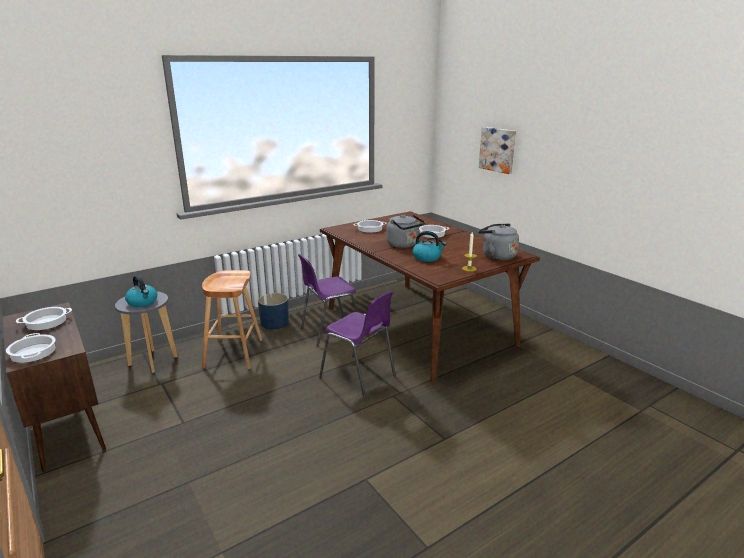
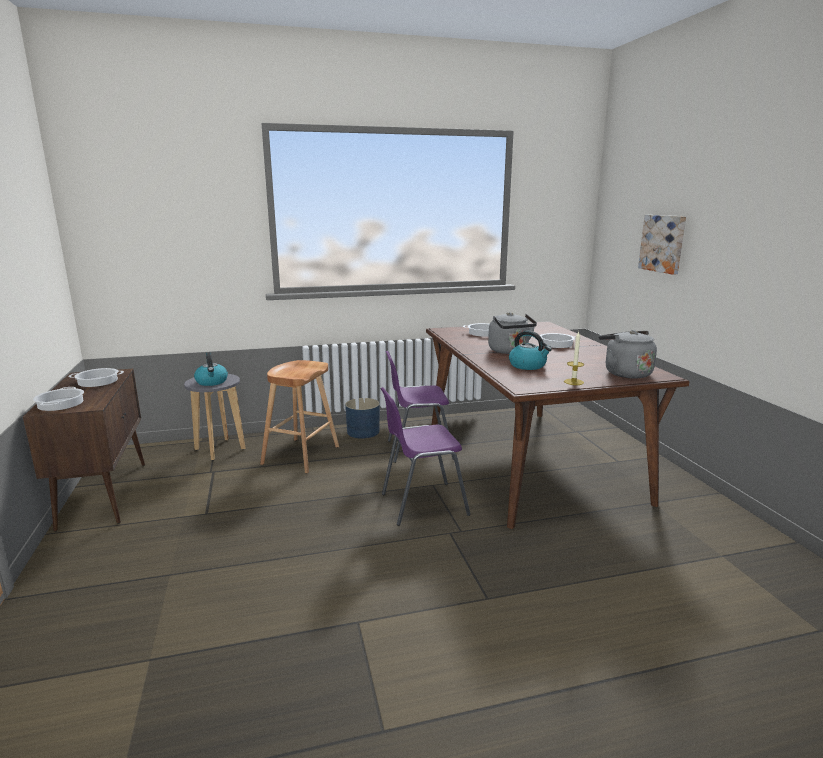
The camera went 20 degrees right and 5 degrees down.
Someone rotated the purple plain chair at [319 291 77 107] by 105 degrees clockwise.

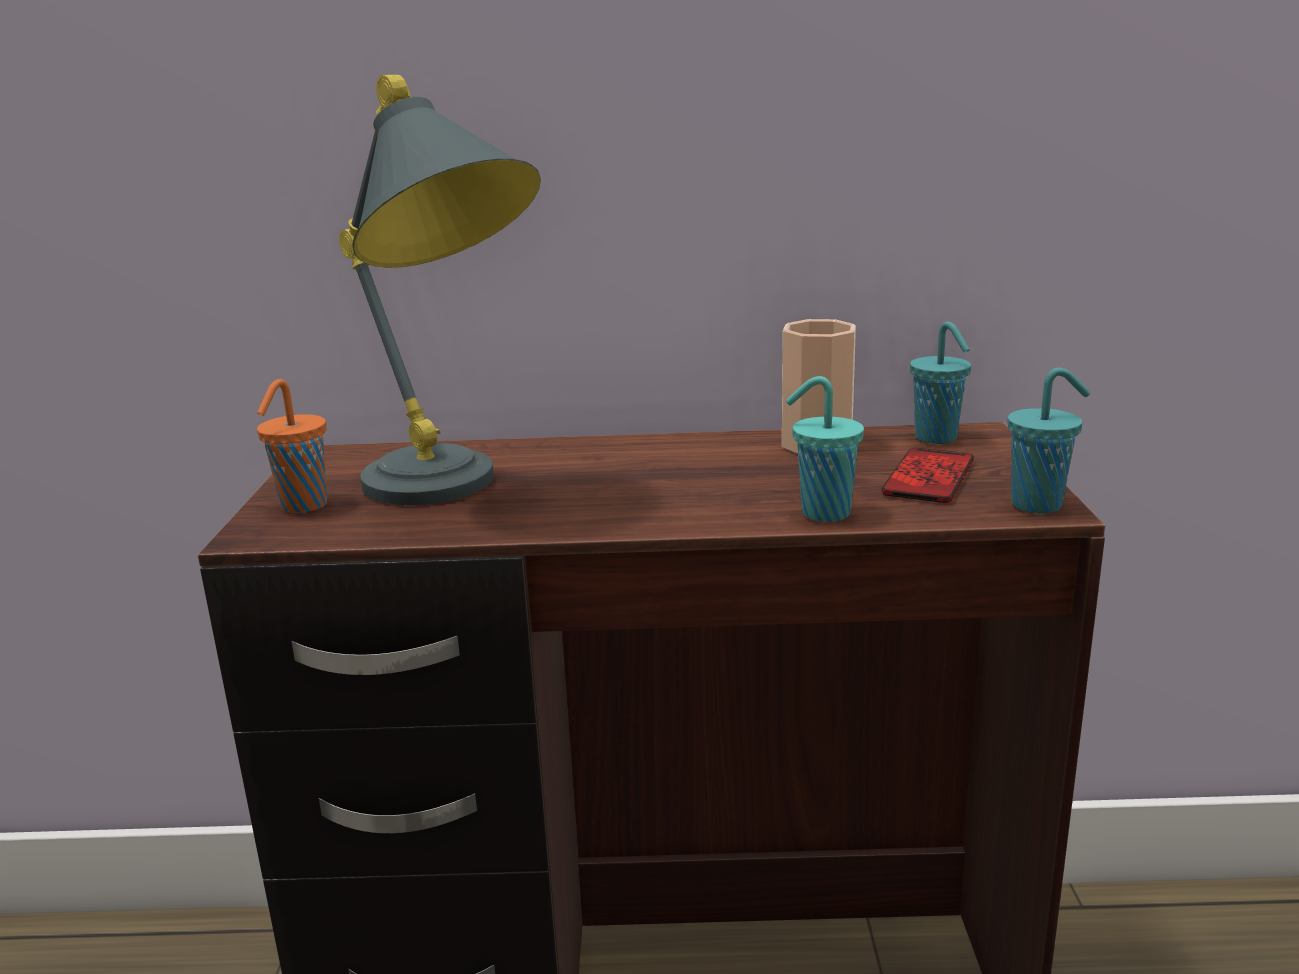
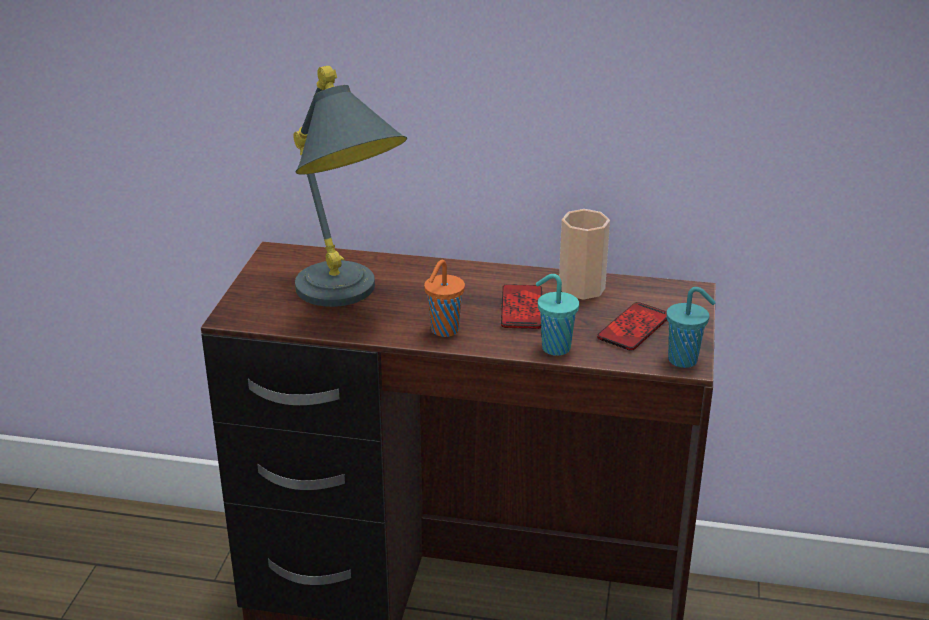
The camera went 10 degrees right and 10 degrees up.
Someone carried the orangey cup from [257 379 70 134] to [424 260 41 77].
Someone took away the turquoise-coloured cup at [910 322 61 122].
Someone put down the handset at [501 284 41 45].

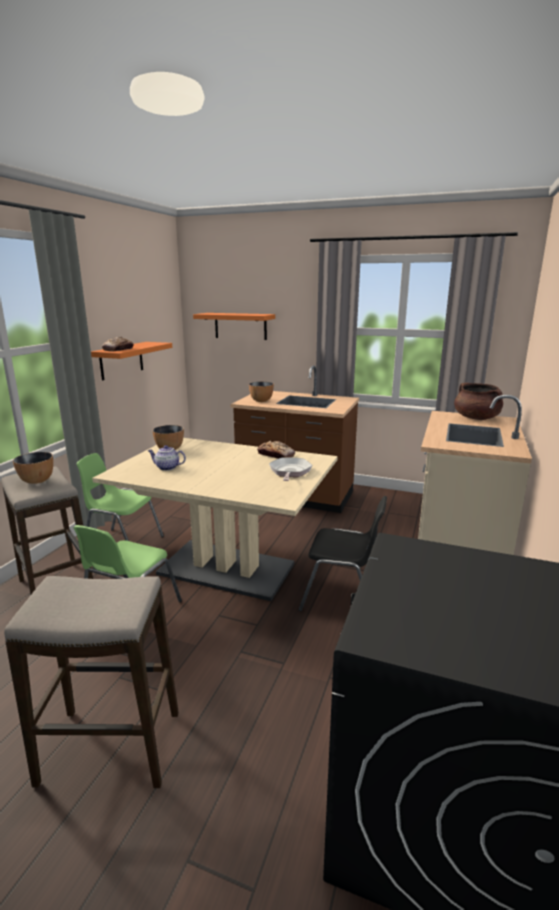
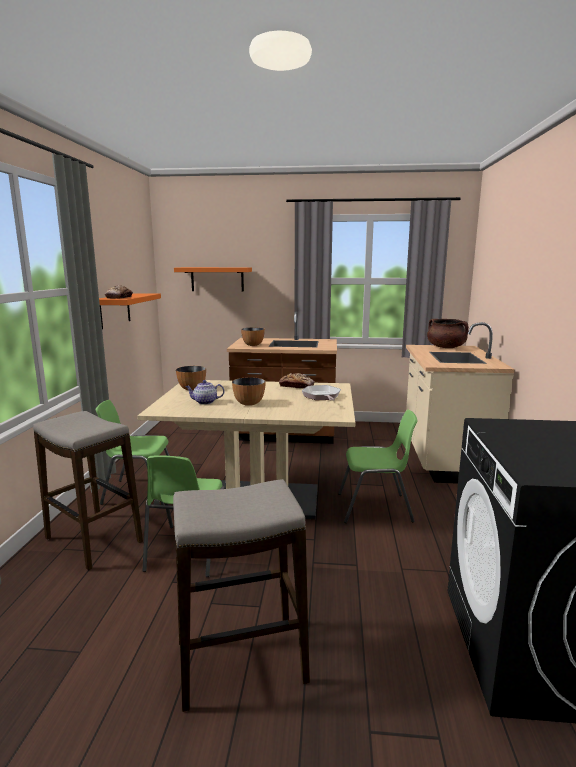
The camera went 15 degrees left and 5 degrees down.
Someone carried the serving bowl from [13 452 40 32] to [232 377 33 29].
Someone repainted the black-coloured plain chair at [299 496 88 115], which became the green plain chair at [338 410 80 113].

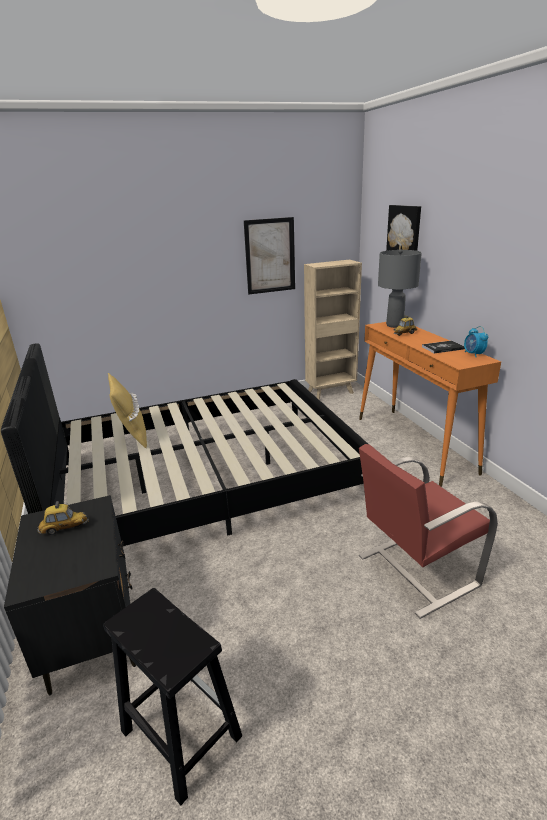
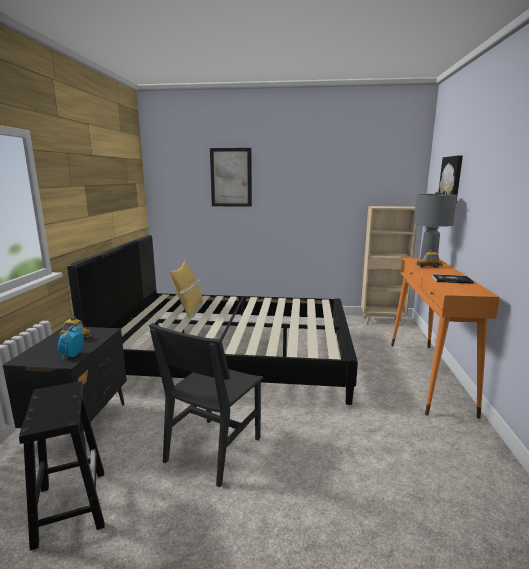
The camera went 25 degrees right and 10 degrees down.
Someone carried the picture from [244 217 51 77] to [210 148 42 59].
Someone took away the red-coloured plain chair at [359 444 139 175].
Someone carried the bedside clock from [464 326 24 31] to [57 325 27 35].
Someone put down the black-coloured plain chair at [149 323 114 164].

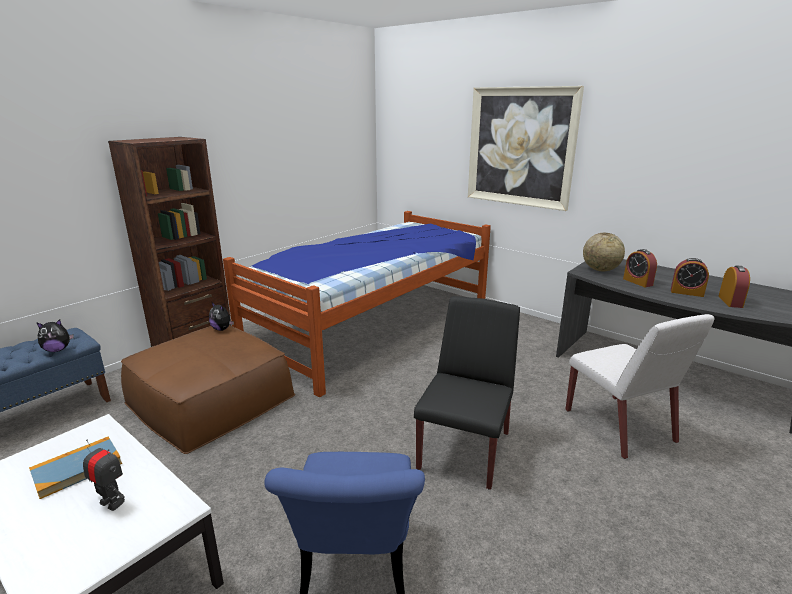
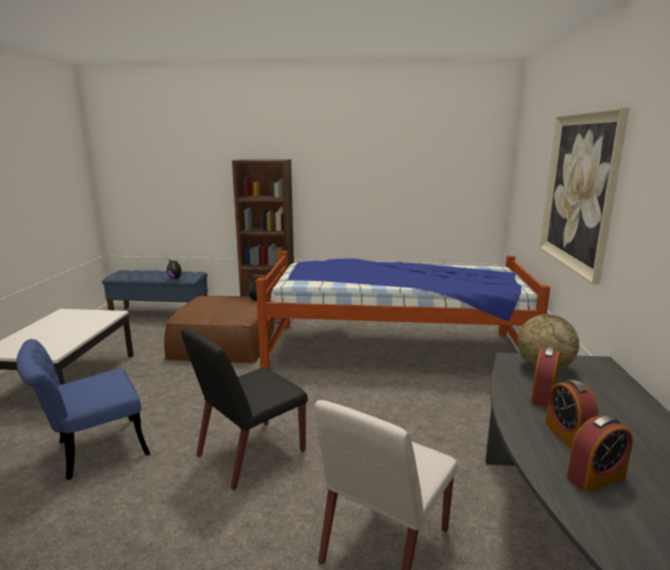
The camera went 55 degrees right and 5 degrees down.
Someone took away the book at [29 437 93 62].
Someone took away the toy robot at [83 440 42 71].
Someone rotated the black-coloured plain chair at [414 296 106 194] by 150 degrees clockwise.

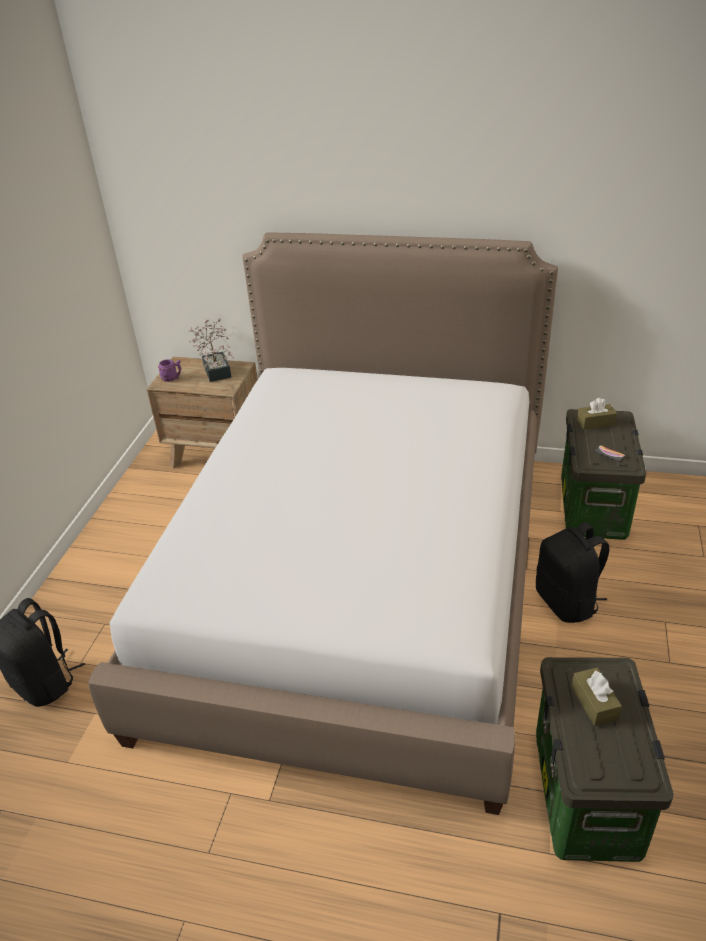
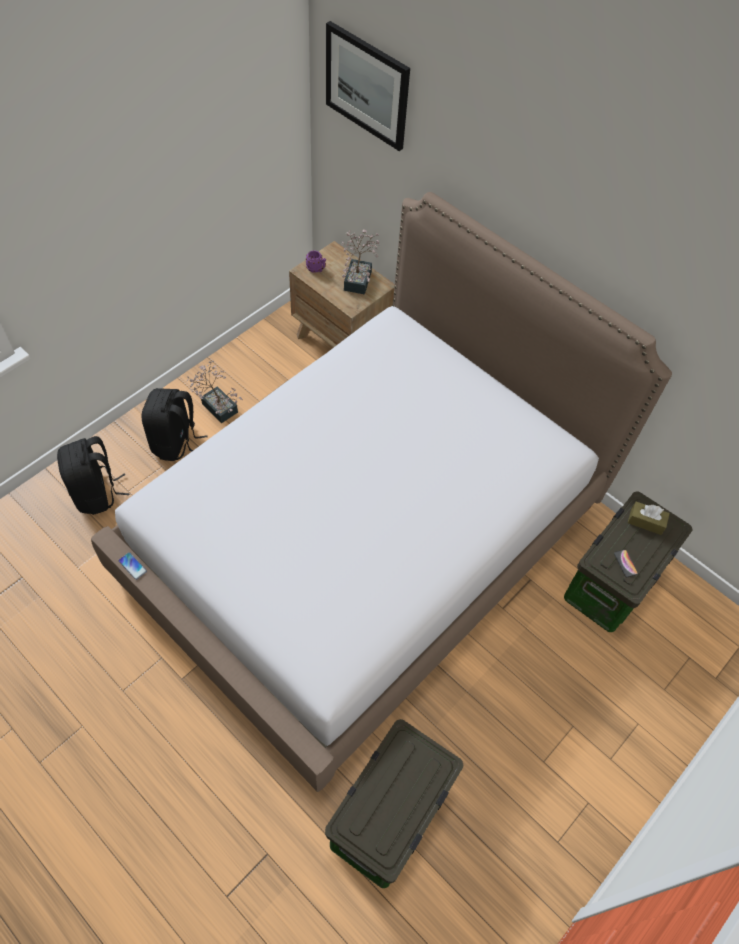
The camera went 25 degrees right and 20 degrees up.
Someone carried the black-coloured rucksack from [536 522 73 101] to [142 388 65 73].
Someone took away the brownish box of tissues at [571 667 51 59].
Someone put down the handset at [118 552 29 28].
Someone put down the houseplant at [187 361 56 63].
Someone put up the picture at [326 21 84 130].

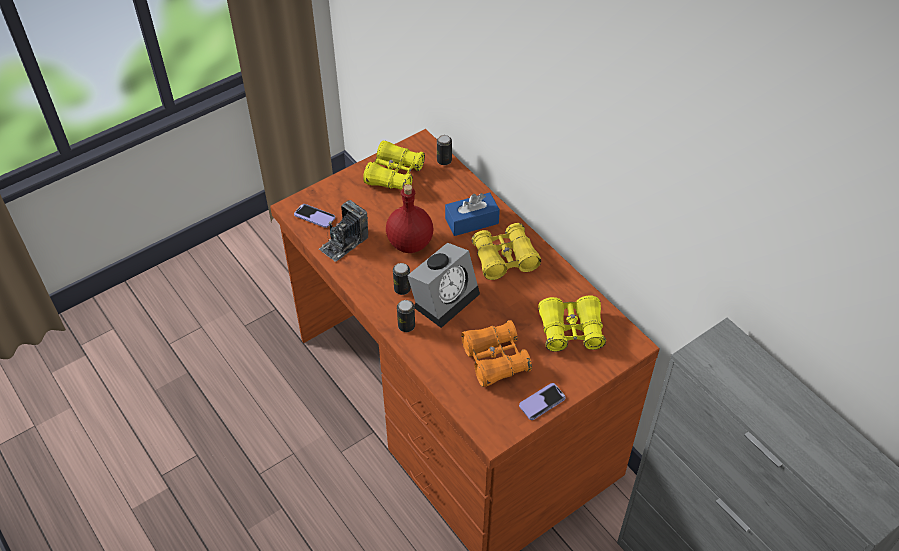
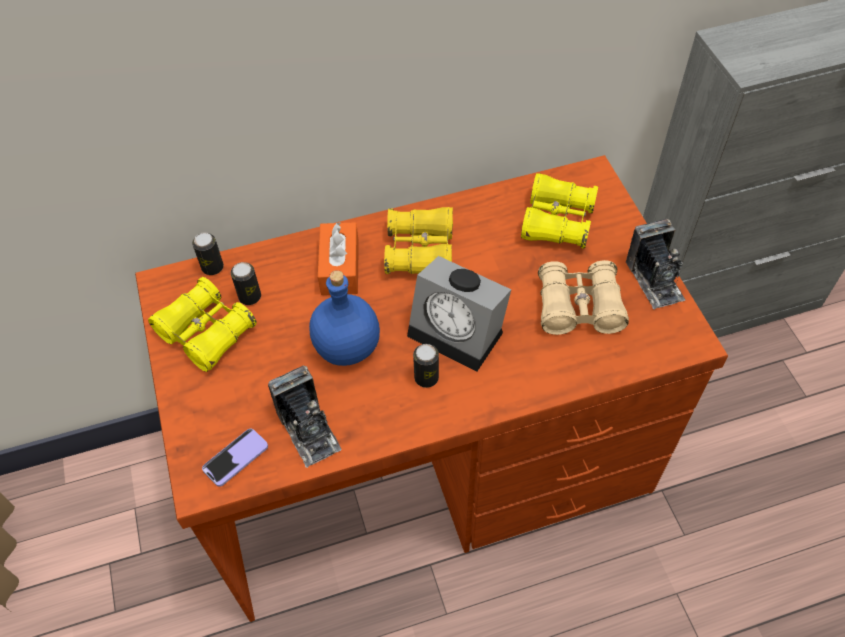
The camera went 70 degrees left and 5 degrees up.
Someone repainted the red-coloured drink bottle at [386 184 47 69], which became the blue drink bottle at [309 270 71 96].
Someone carried the can from [397 300 18 32] to [231 262 30 43].
Someone rotated the bedside clock at [407 243 73 85] by 150 degrees clockwise.
Someone repainted the blue box of tissues at [445 192 55 44], which became the orangey box of tissues at [318 222 41 73].
Someone repainted the orangey pair of binoculars at [461 320 71 67], which became the beige pair of binoculars at [538 260 91 75].
Someone swapped the handset at [519 383 47 37] for the still camera at [626 219 59 90].

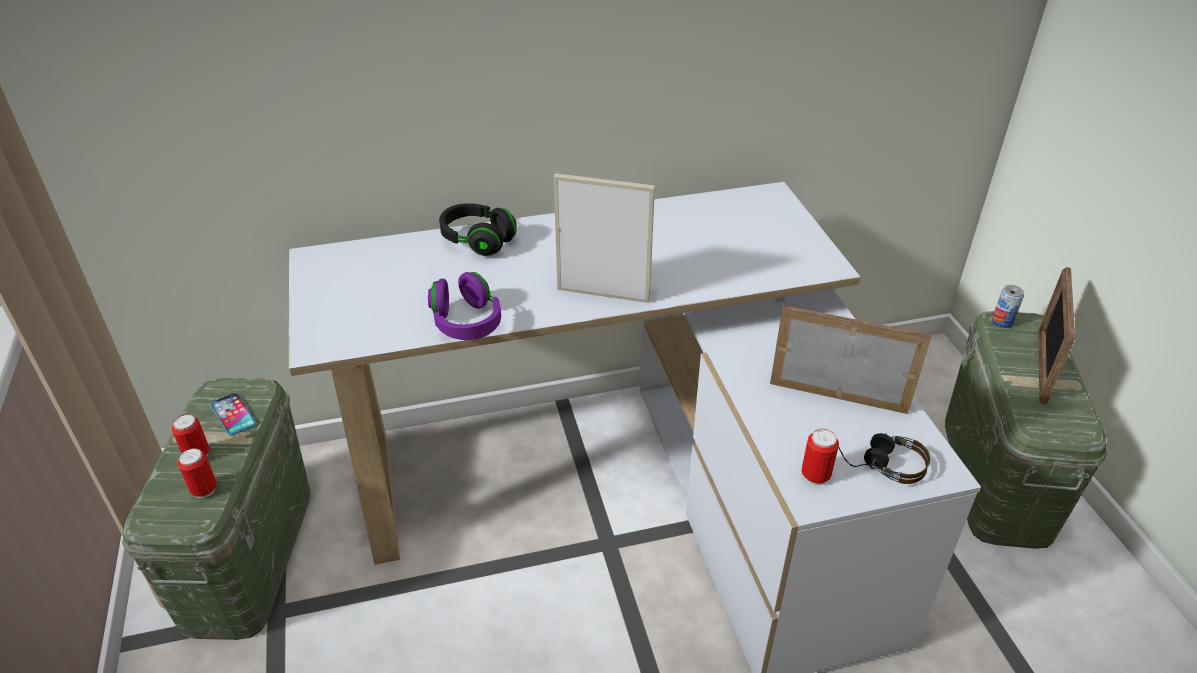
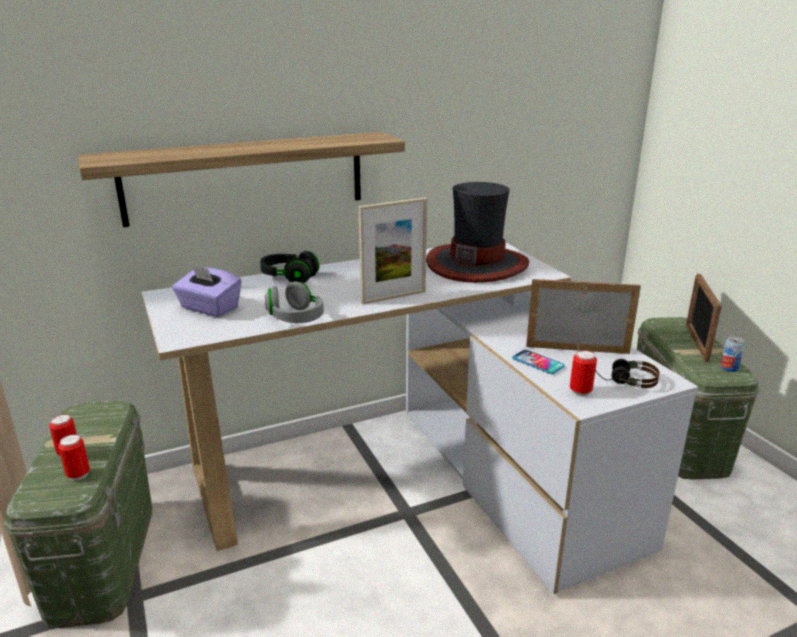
The camera went 10 degrees left and 15 degrees down.
Someone carried the handset from [211 393 45 43] to [512 350 53 24].
Someone repainted the purple pair of headphones at [428 272 73 68], which became the grey pair of headphones at [265 281 59 42].
Someone rotated the standing frame at [554 173 101 130] by 150 degrees clockwise.
Someone carried the can from [992 285 32 43] to [720 336 25 36].
Someone put up the shelf at [78 132 327 95].
Someone put down the purple box of tissues at [172 264 69 53].
Someone put down the wearable hat at [426 182 103 101].

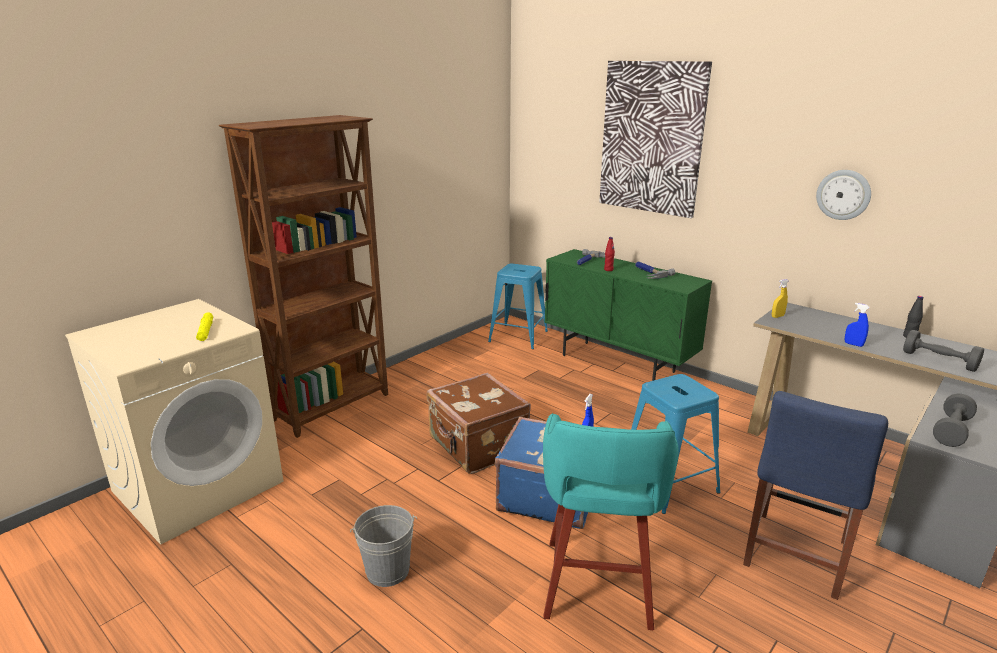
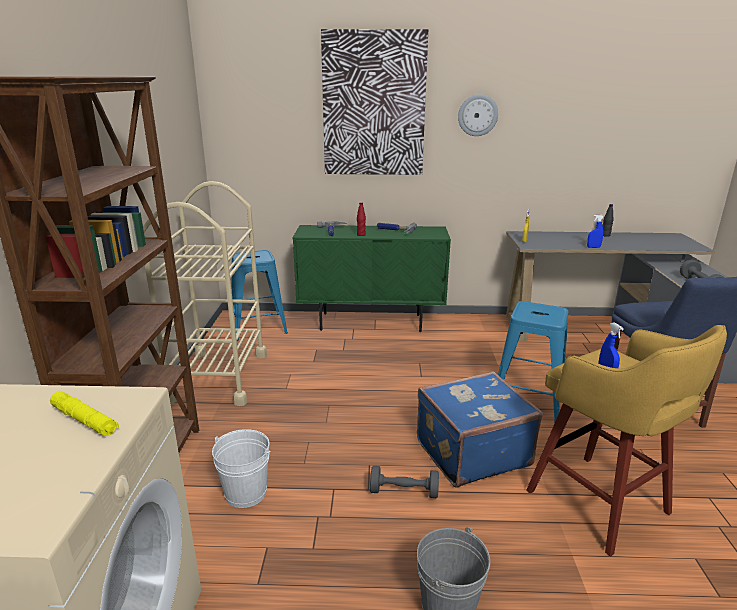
The camera went 40 degrees left and 0 degrees up.
Someone took away the brownish travel case at [427 373 104 101].
Someone repainted the turquoise-coloured stool seat at [543 413 135 217], which became the yellow stool seat at [526 325 201 232].
Someone carried the wall clock from [816 170 55 50] to [458 94 40 42].
Someone carried the grey dumbbell from [903 330 81 42] to [370 466 69 32].
Someone put down the beige wheeled cart at [143 181 124 225].
Someone put down the white pail at [212 429 59 79].

